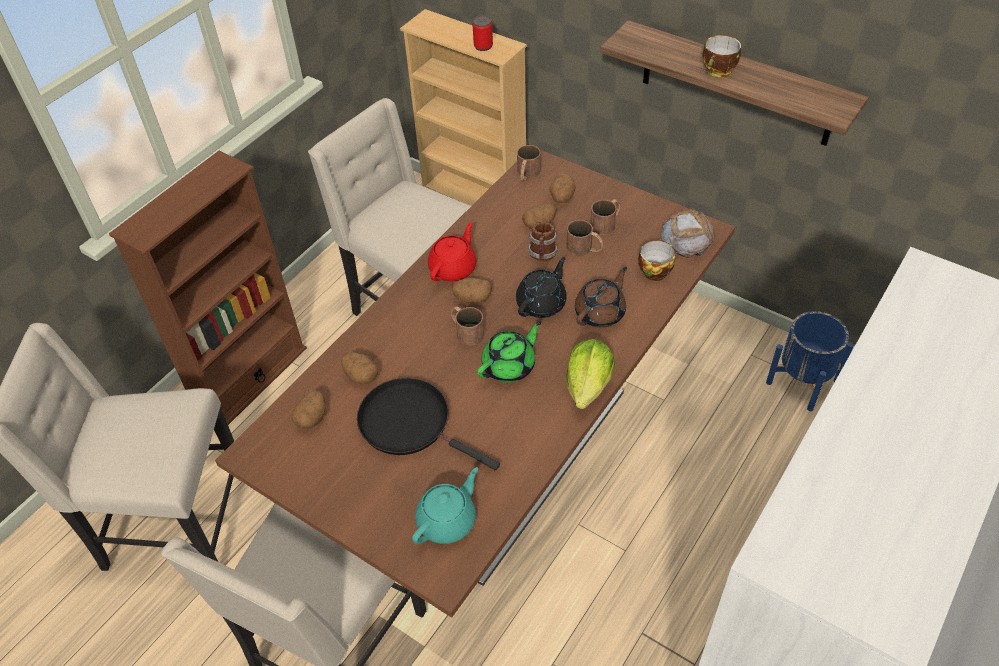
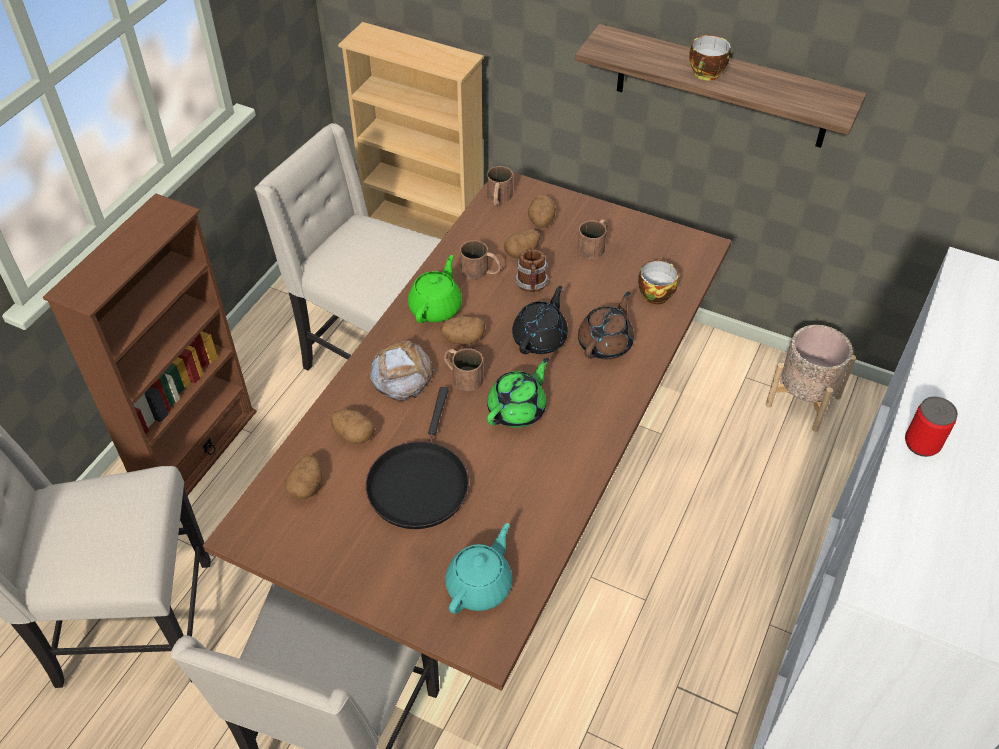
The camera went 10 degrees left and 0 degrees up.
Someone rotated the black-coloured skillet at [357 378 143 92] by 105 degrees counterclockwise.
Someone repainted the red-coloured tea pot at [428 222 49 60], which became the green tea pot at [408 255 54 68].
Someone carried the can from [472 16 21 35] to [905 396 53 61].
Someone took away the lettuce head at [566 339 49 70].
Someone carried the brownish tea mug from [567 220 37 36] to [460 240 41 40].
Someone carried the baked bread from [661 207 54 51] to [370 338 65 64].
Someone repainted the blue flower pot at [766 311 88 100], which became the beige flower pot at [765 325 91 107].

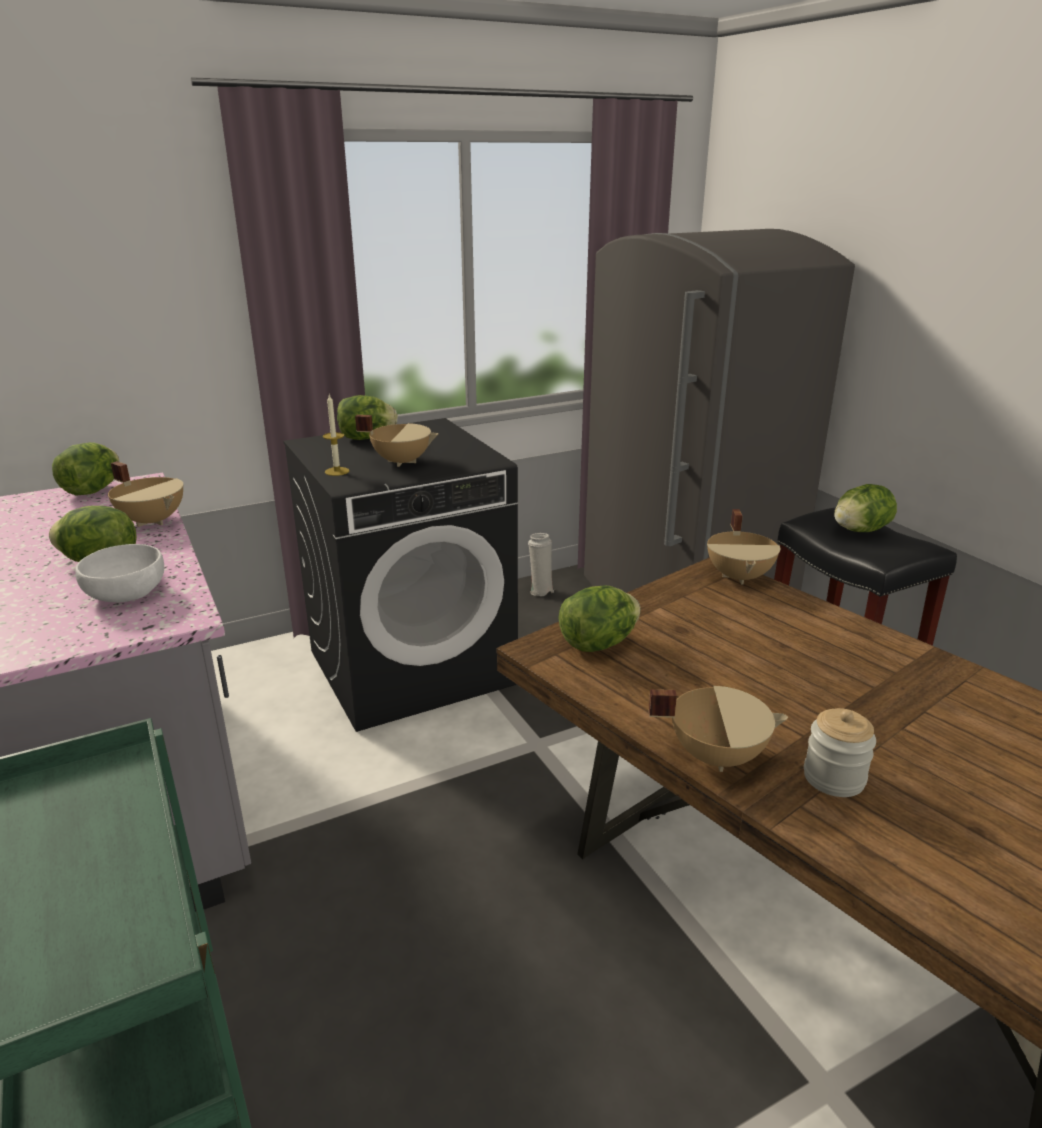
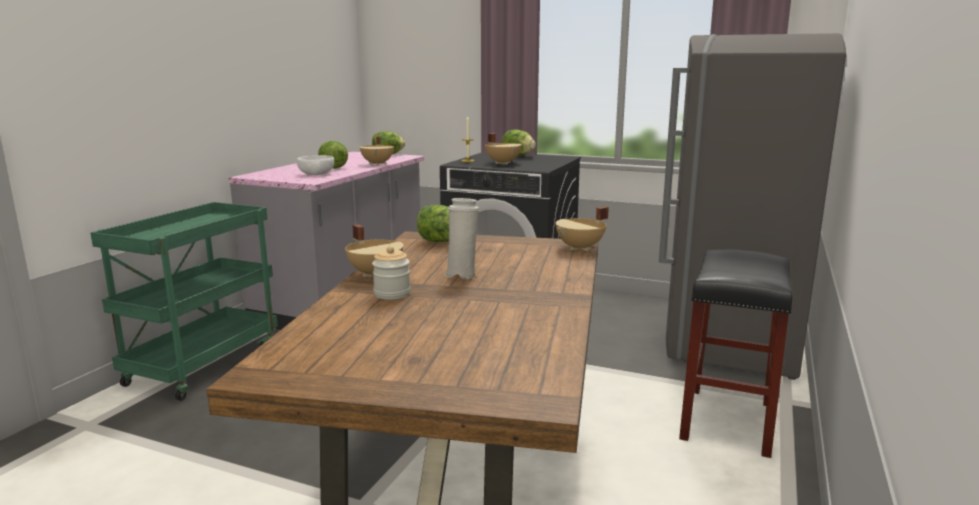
The camera went 50 degrees right and 10 degrees down.
Someone carried the white decorative vase from [528 533 26 63] to [445 198 34 81].
Someone took away the lettuce head at [834 484 63 48].

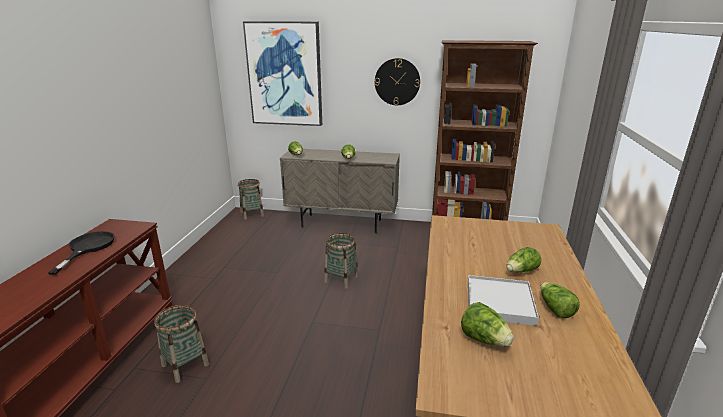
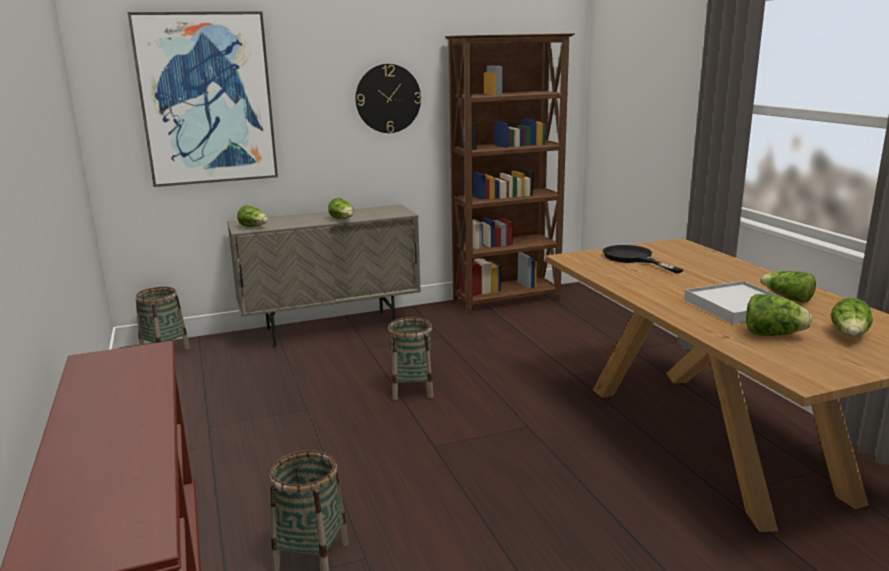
The camera went 30 degrees left and 5 degrees down.
Someone carried the black-coloured skillet from [48 231 67 44] to [603 245 81 29].
Someone carried the lettuce head from [506 247 35 25] to [831 297 42 39].

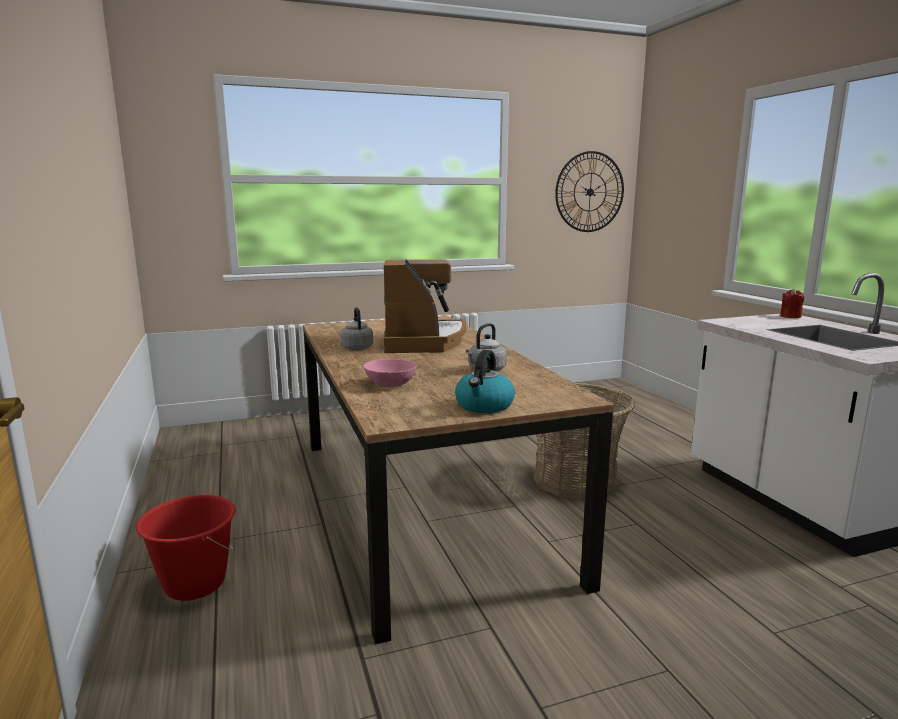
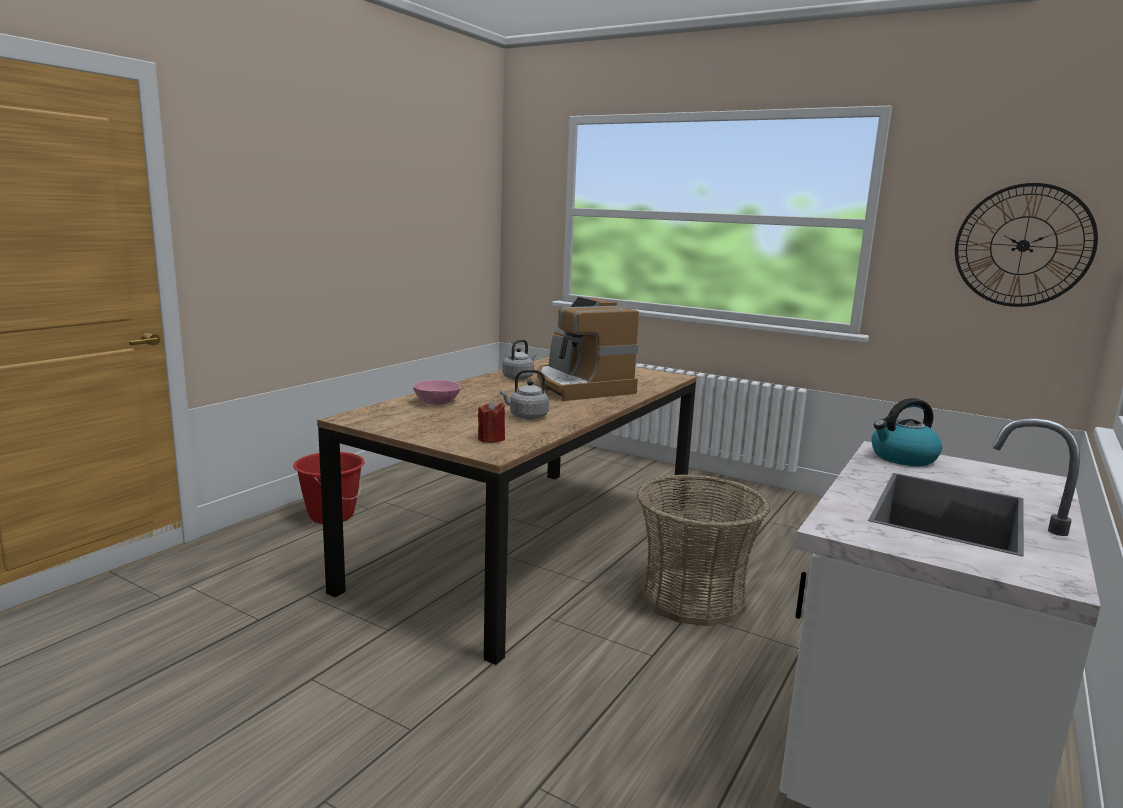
The camera went 50 degrees right and 0 degrees up.
Someone rotated the coffee brewer at [384 259 83 94] by 105 degrees clockwise.
Someone carried the kettle from [455 350 60 63] to [871 398 71 68].
Someone carried the red-coloured wax light from [780 289 24 29] to [478 400 27 43].

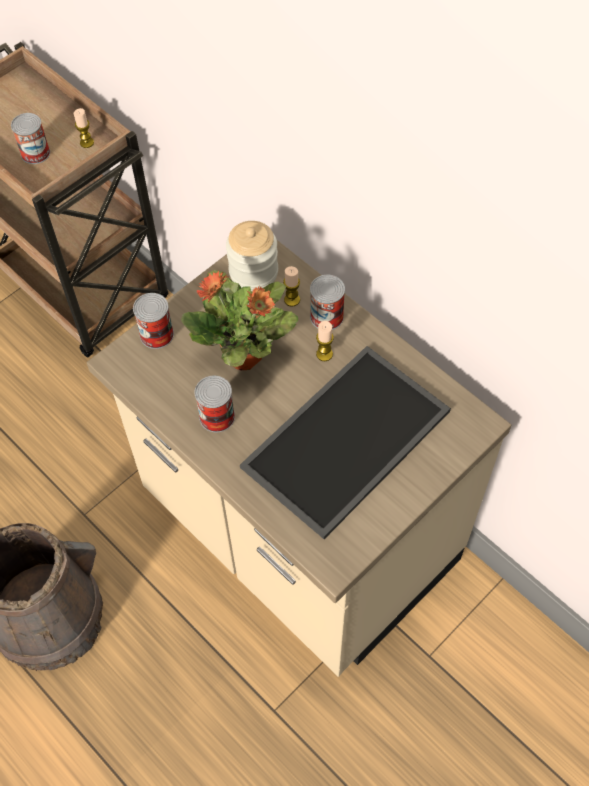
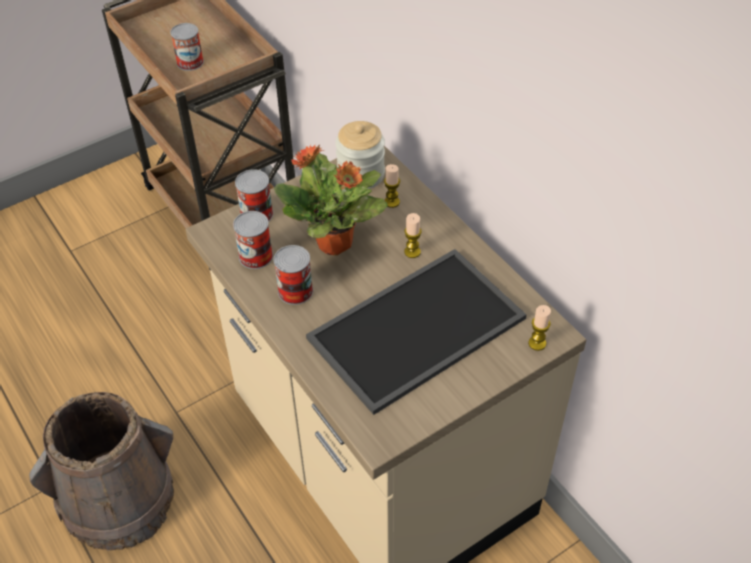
The camera went 10 degrees right and 10 degrees down.
Someone carried the wax light from [74 108 20 40] to [528 305 23 46].
Someone carried the can from [310 275 35 55] to [233 211 40 58].

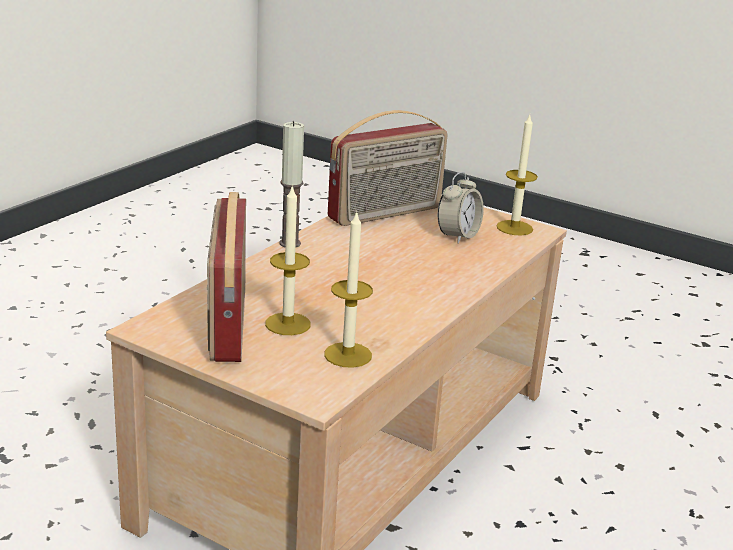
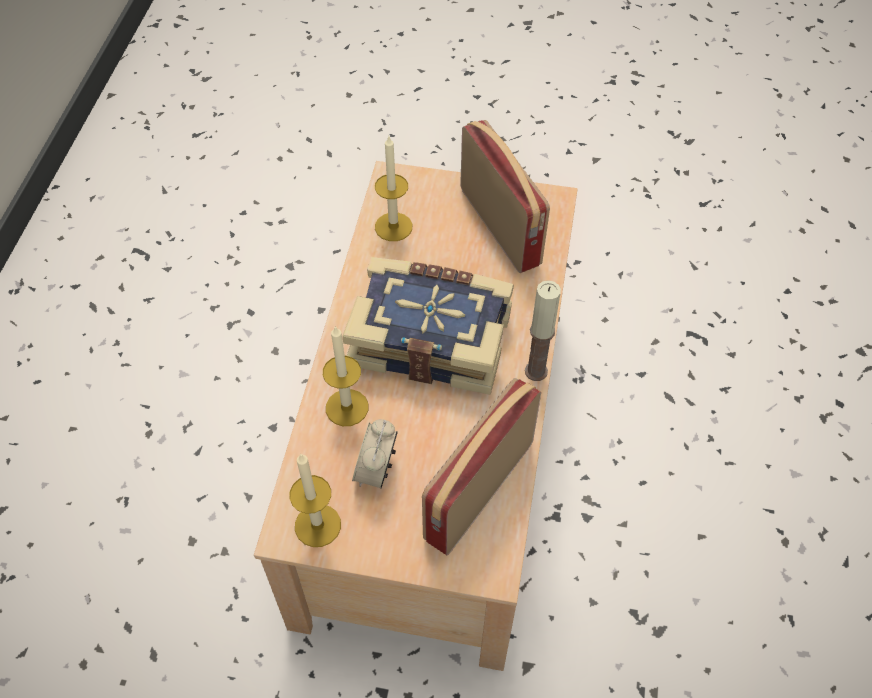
The camera went 160 degrees right and 30 degrees up.
Someone carried the wax light from [265 185 46 150] to [323 326 45 100].
Someone put down the book at [342 257 172 138].

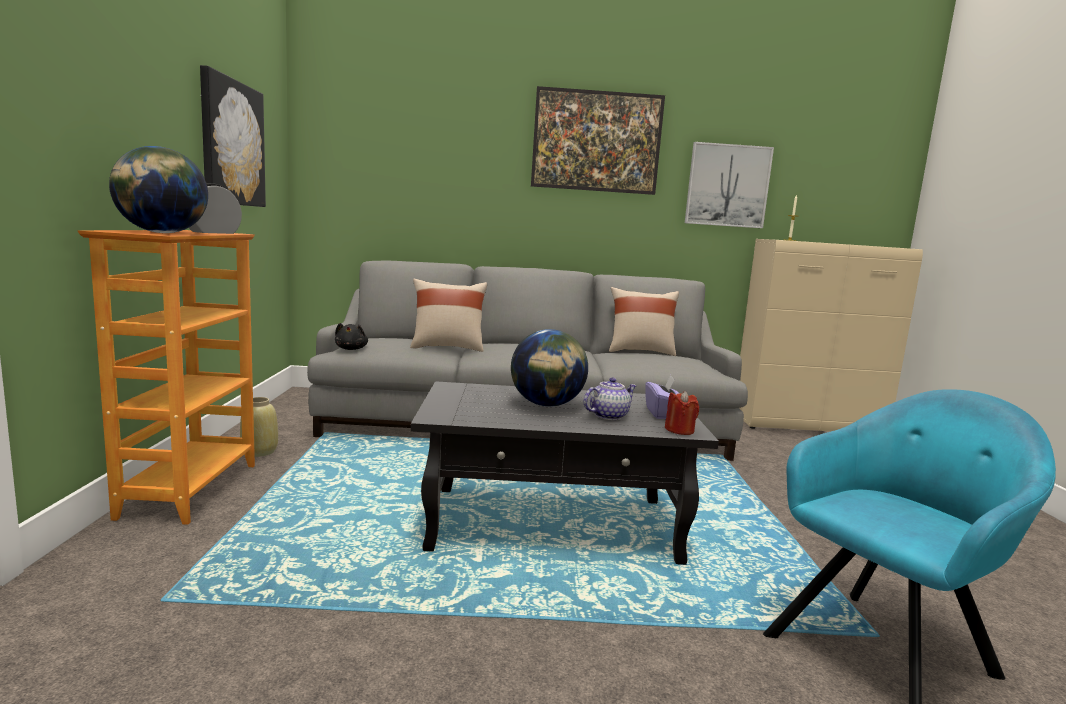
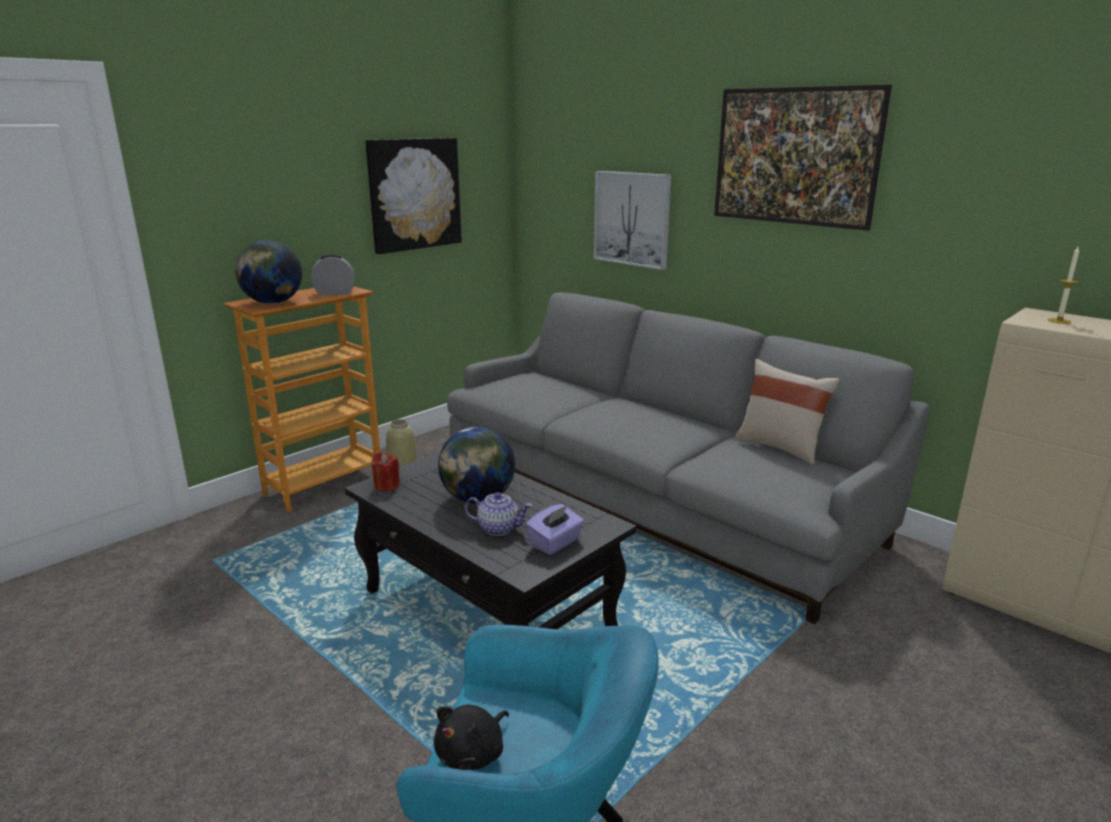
The camera went 45 degrees right and 10 degrees up.
Someone carried the black-coloured cuddly toy from [335 323 33 27] to [434 705 75 65].
Someone took away the beige pillow at [410 279 77 73].
Someone carried the red-coloured wax light from [665 391 34 44] to [372 452 28 39].
Someone carried the picture from [685 142 89 86] to [594 171 77 99].

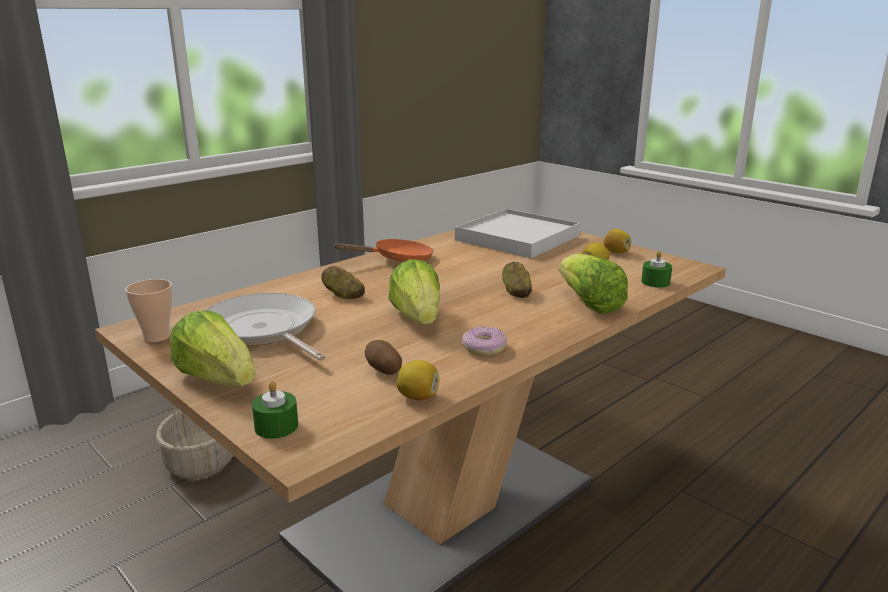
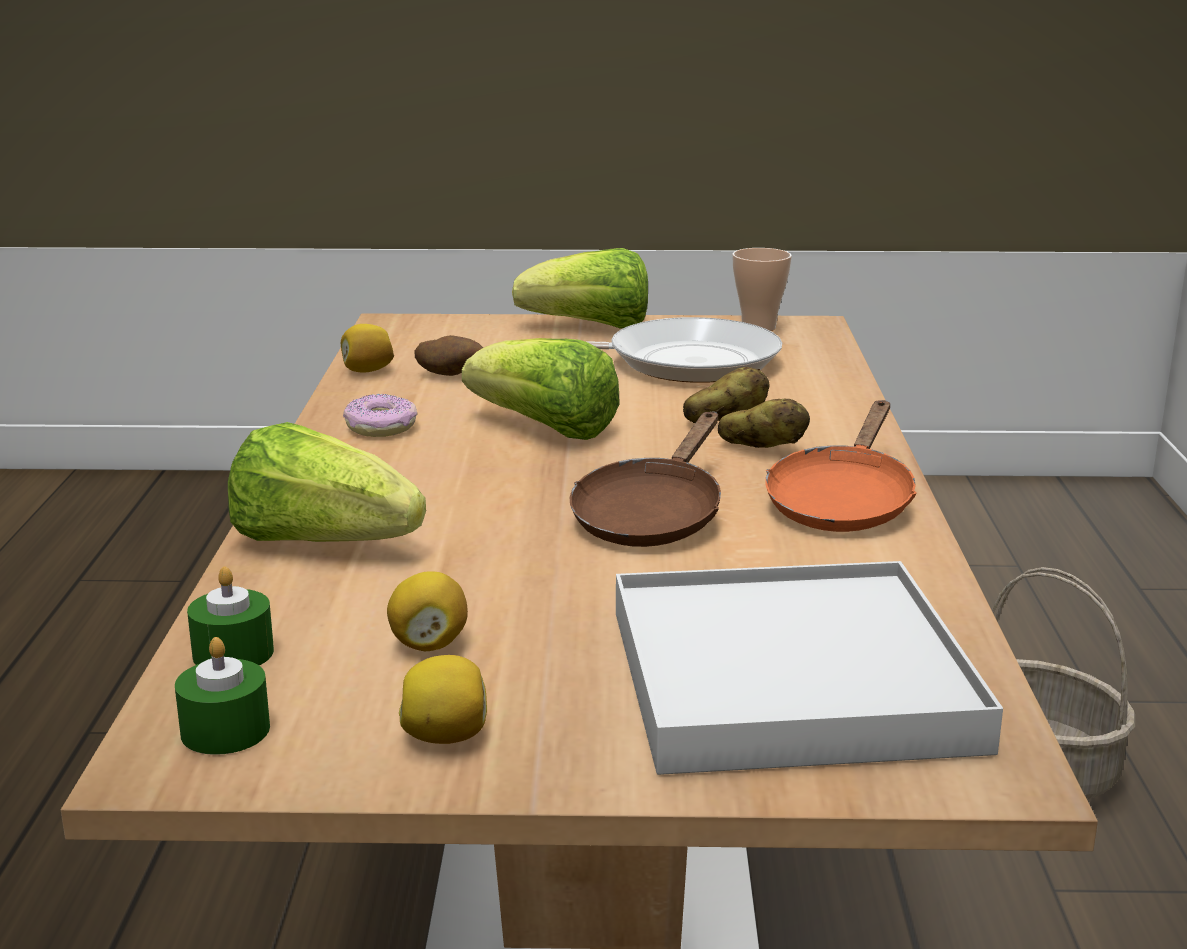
The camera went 135 degrees right and 0 degrees up.
Someone carried the green wax light from [252 381 46 58] to [175 637 95 118].
Someone carried the spud from [502 262 30 36] to [718 398 92 50].
Someone put down the brownish skillet at [569 412 152 135].

